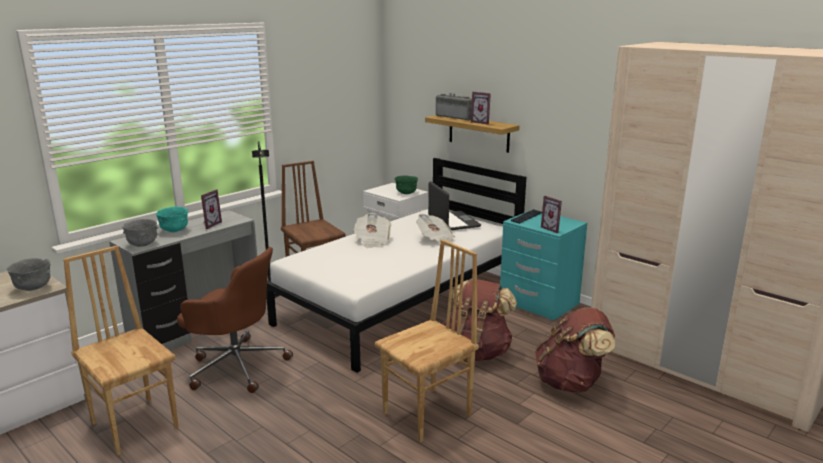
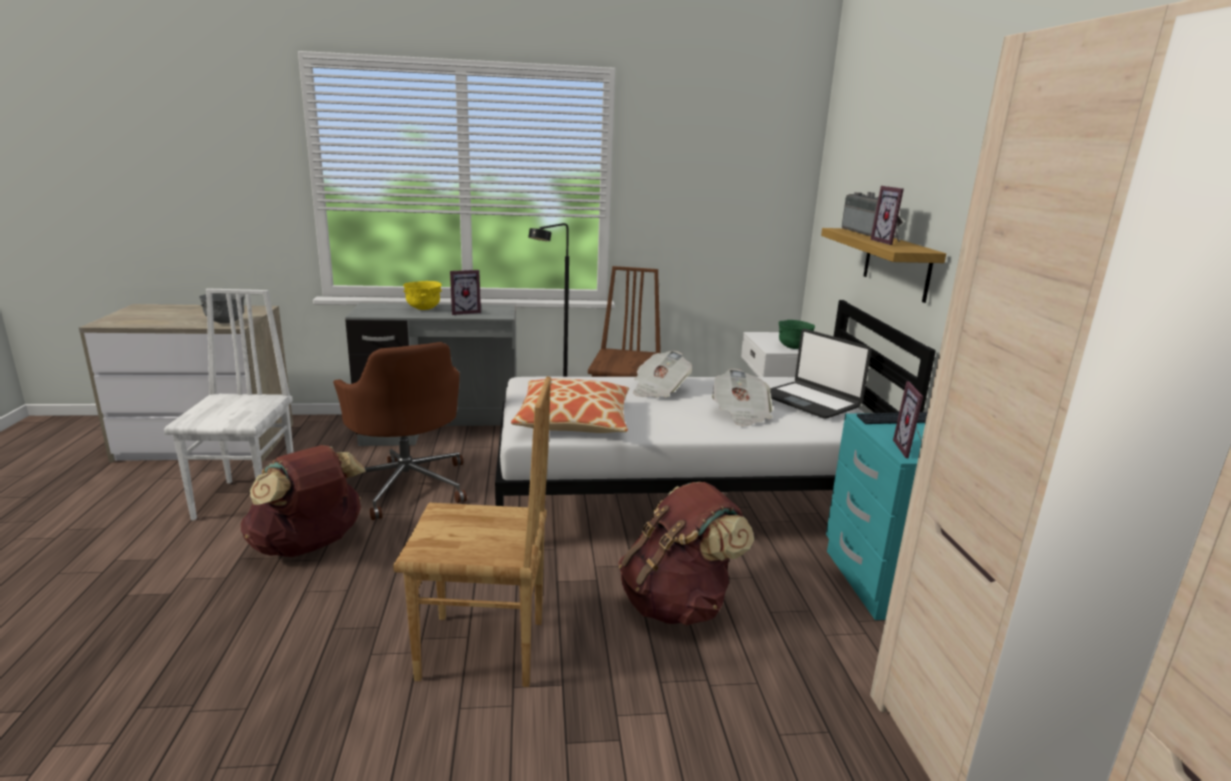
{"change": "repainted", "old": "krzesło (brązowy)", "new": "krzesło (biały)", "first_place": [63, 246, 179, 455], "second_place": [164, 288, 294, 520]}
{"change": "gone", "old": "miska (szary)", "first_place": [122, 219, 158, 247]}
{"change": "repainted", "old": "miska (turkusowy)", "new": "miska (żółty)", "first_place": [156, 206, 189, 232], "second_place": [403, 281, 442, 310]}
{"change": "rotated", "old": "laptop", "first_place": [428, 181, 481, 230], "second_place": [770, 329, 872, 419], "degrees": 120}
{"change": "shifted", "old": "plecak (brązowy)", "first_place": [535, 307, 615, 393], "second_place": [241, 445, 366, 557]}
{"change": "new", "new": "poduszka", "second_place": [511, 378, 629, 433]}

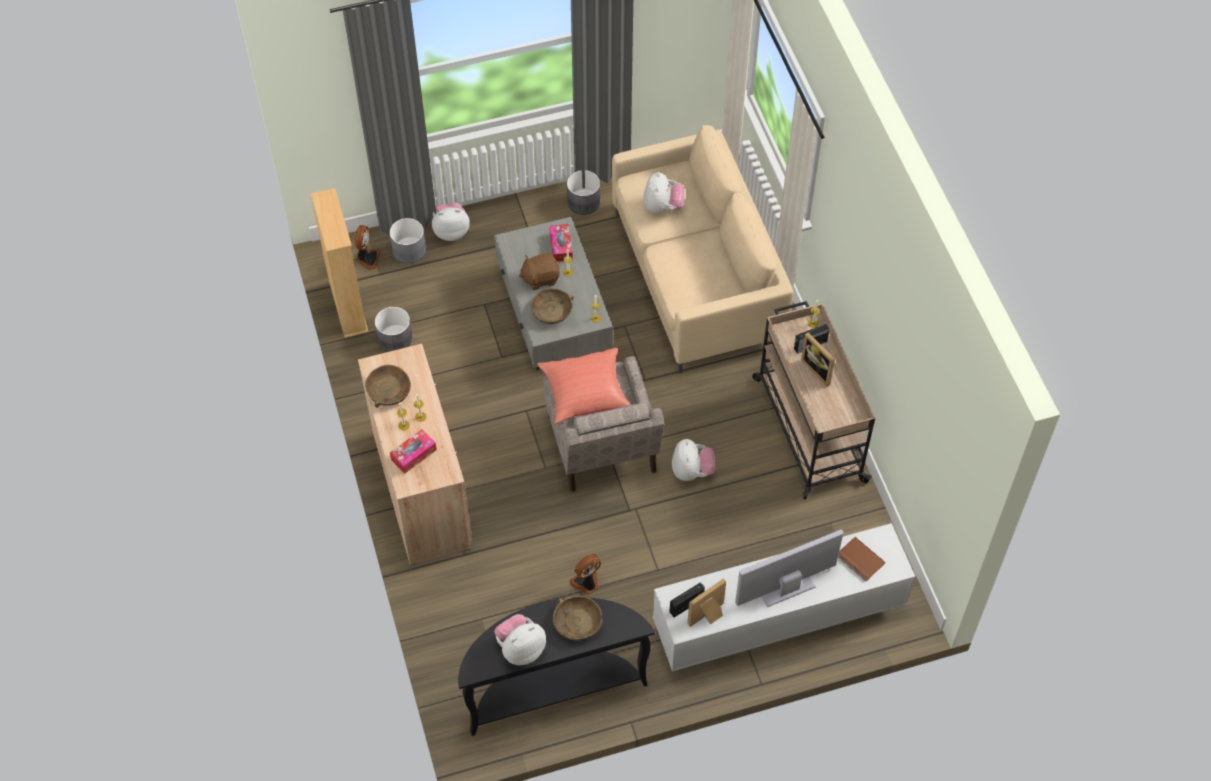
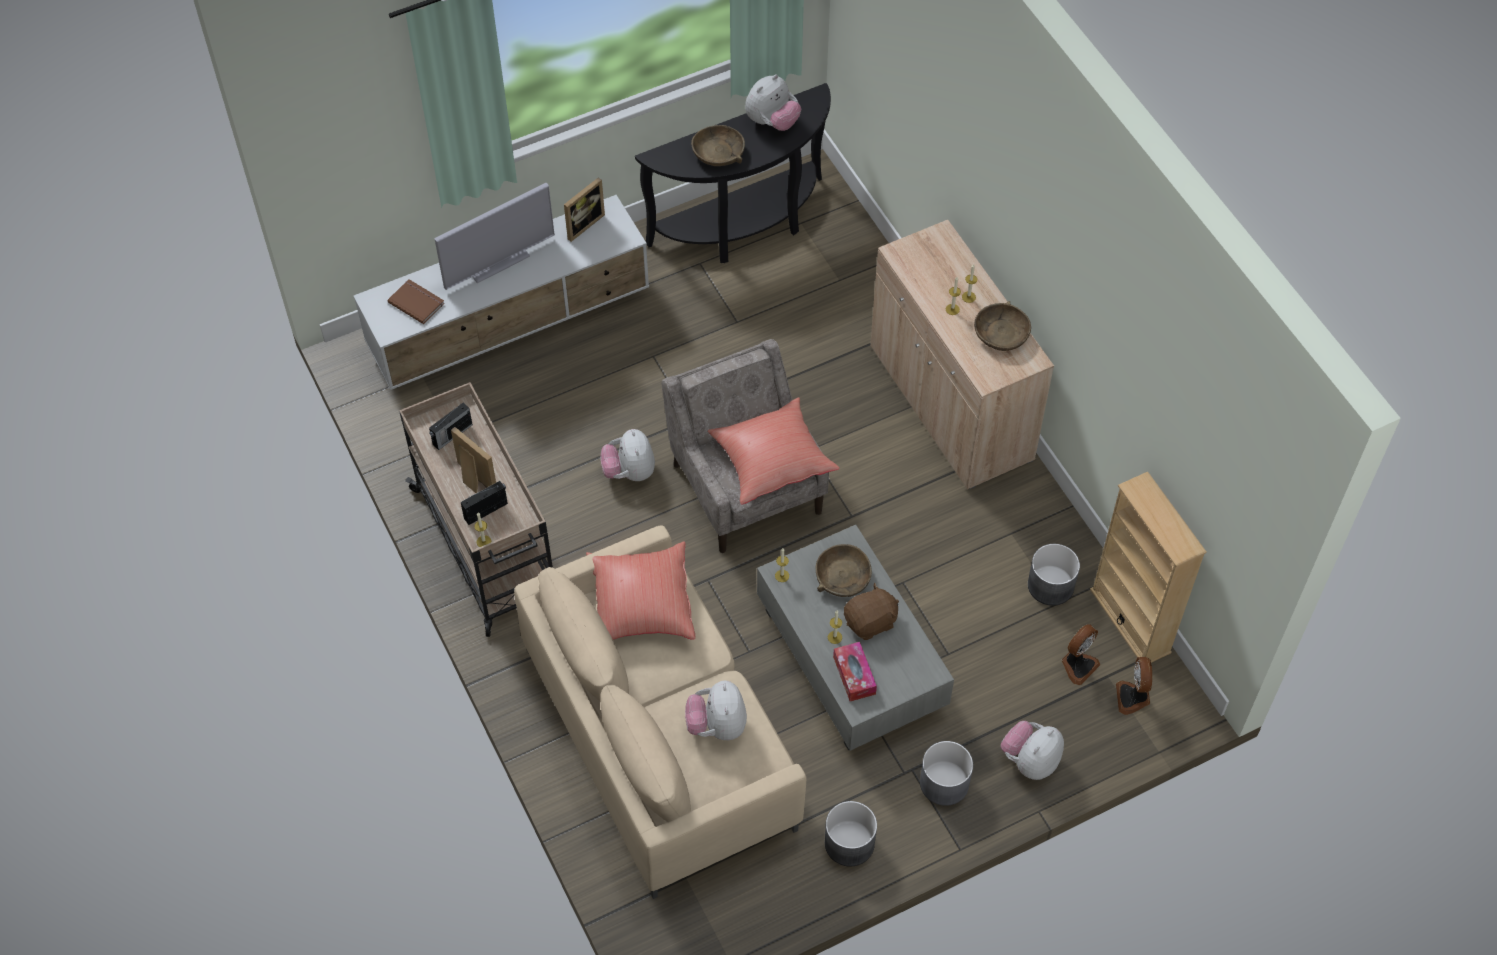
{"change": "shifted", "old": "donica (szary)", "first_place": [390, 218, 426, 263], "second_place": [920, 741, 973, 806]}
{"change": "gone", "old": "pudełko chusteczek", "first_place": [390, 429, 437, 474]}
{"change": "rotated", "old": "pluszak", "first_place": [432, 202, 470, 241], "second_place": [1001, 721, 1064, 780], "degrees": 150}
{"change": "shifted", "old": "wentylator", "first_place": [570, 554, 601, 594], "second_place": [1061, 624, 1100, 685]}
{"change": "shifted", "old": "radio", "first_place": [669, 583, 705, 617], "second_place": [429, 403, 473, 450]}
{"change": "new", "new": "poduszka (czerwony)", "second_place": [586, 541, 696, 640]}

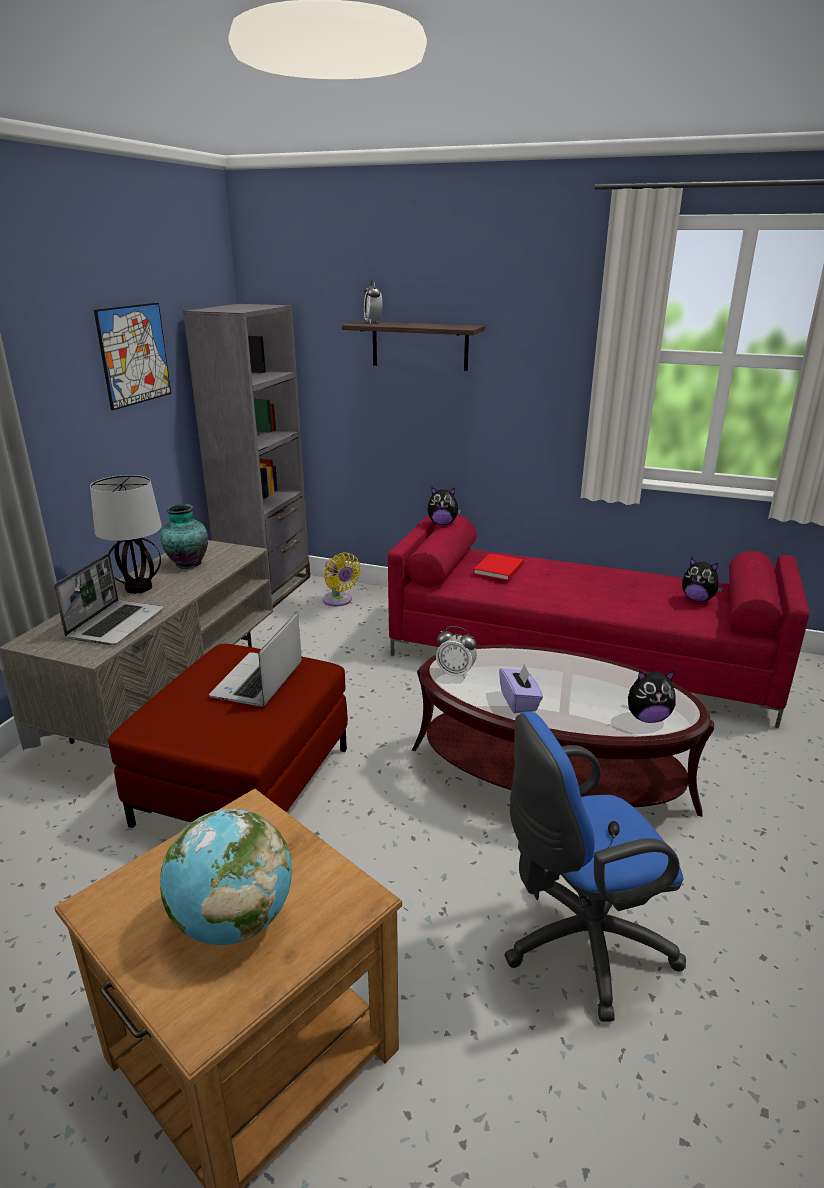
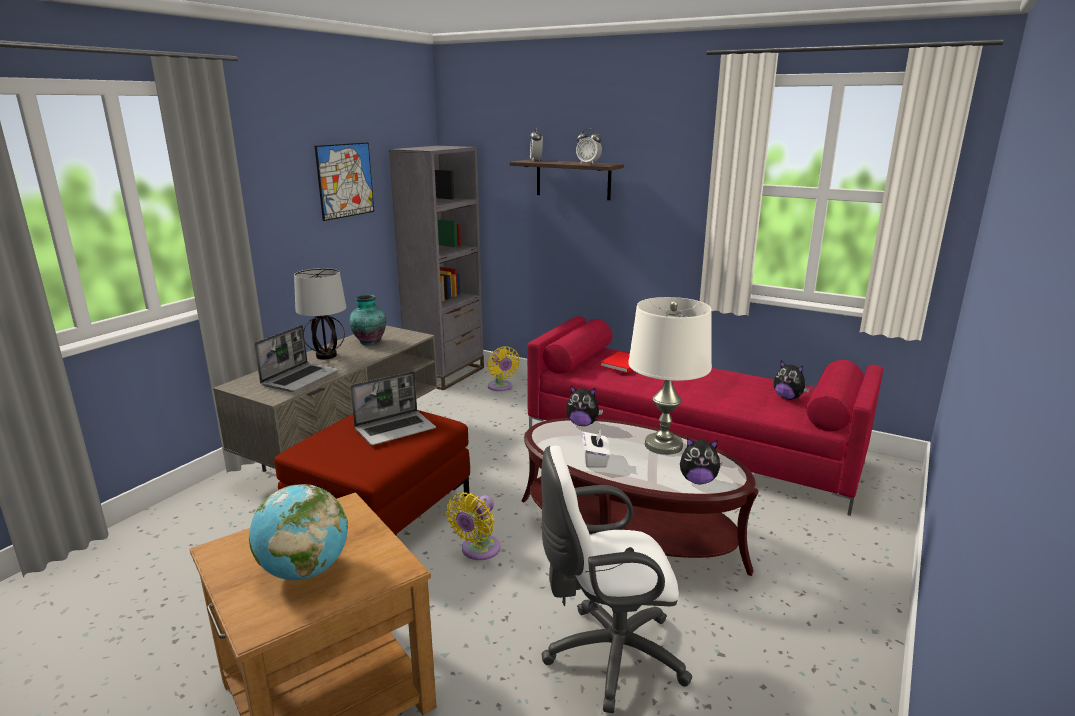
{"change": "rotated", "old": "laptop", "first_place": [209, 612, 302, 707], "second_place": [350, 371, 436, 445], "degrees": -150}
{"change": "shifted", "old": "pluszak", "first_place": [427, 487, 461, 525], "second_place": [566, 386, 603, 426]}
{"change": "shifted", "old": "budzik", "first_place": [436, 626, 477, 679], "second_place": [576, 129, 602, 164]}
{"change": "repainted", "old": "pudełko chusteczek (fioletowy)", "new": "pudełko chusteczek (biały)", "first_place": [499, 663, 543, 713], "second_place": [582, 428, 611, 468]}
{"change": "repainted", "old": "krzesło biurowe (niebieski)", "new": "krzesło biurowe (biały)", "first_place": [504, 712, 686, 1022], "second_place": [541, 446, 692, 713]}
{"change": "new", "new": "wentylator (żółty)", "second_place": [446, 492, 501, 560]}
{"change": "new", "new": "lampa stołowa (biały)", "second_place": [628, 297, 712, 455]}

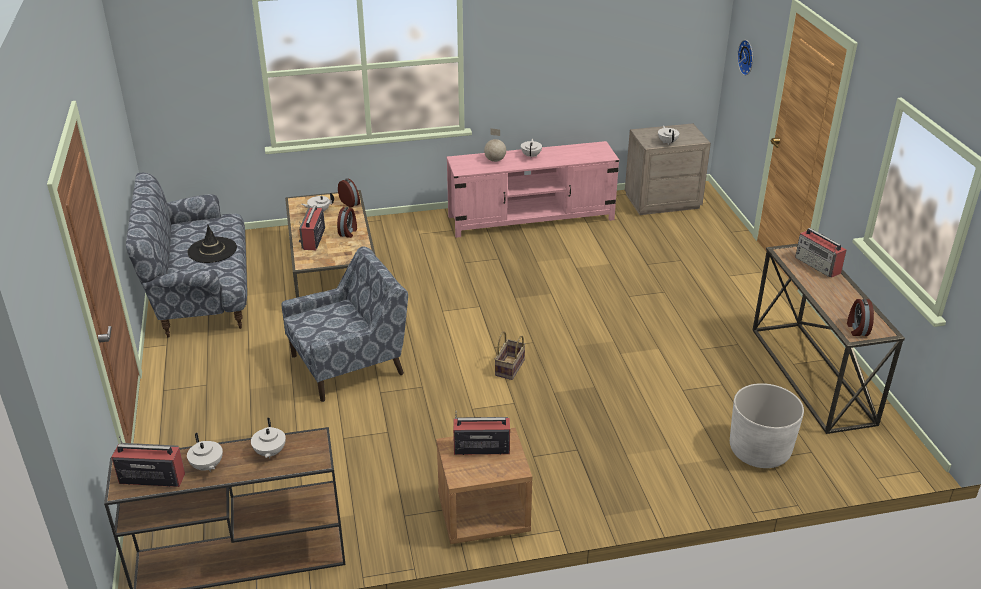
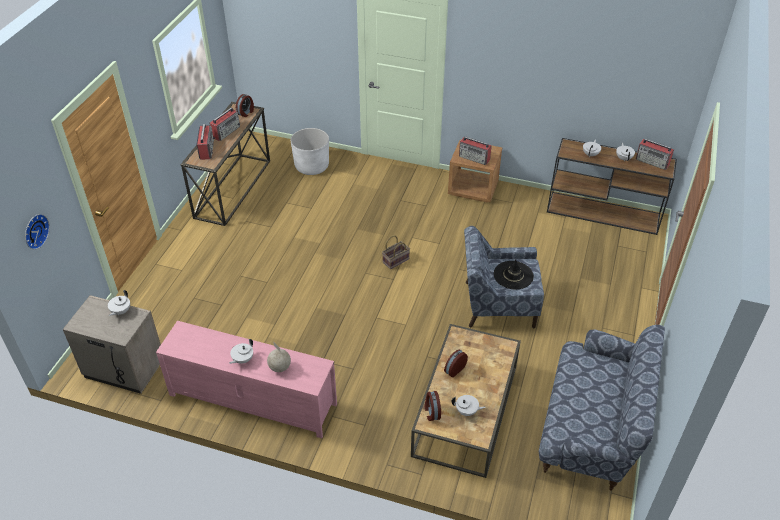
{"change": "shifted", "old": "kapelusz (czarny)", "first_place": [187, 225, 237, 263], "second_place": [494, 259, 534, 289]}
{"change": "shifted", "old": "radio", "first_place": [299, 205, 325, 250], "second_place": [210, 108, 240, 141]}

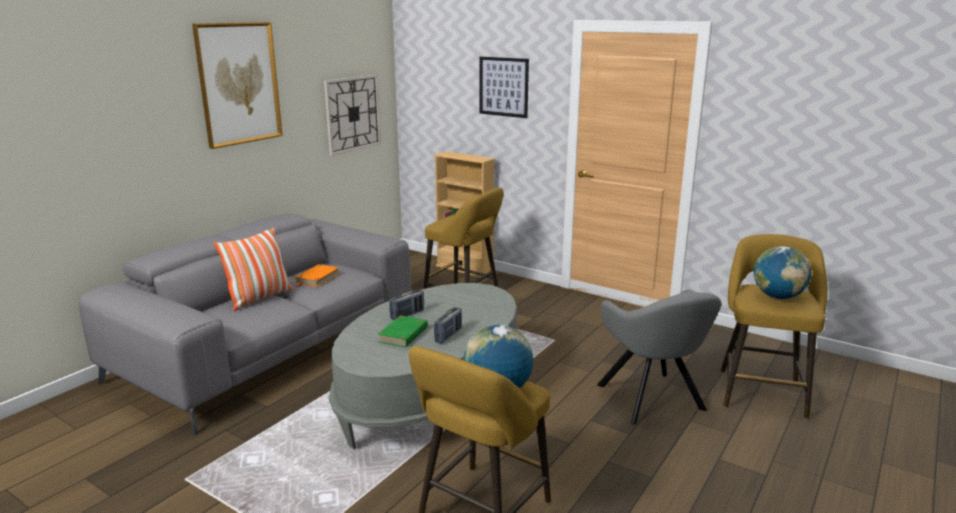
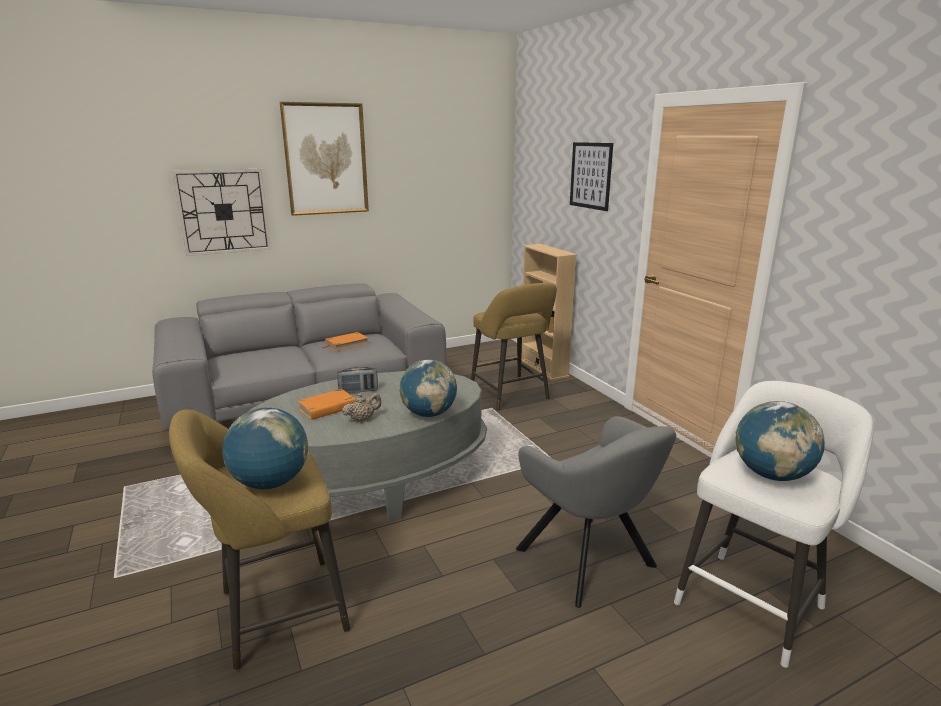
{"change": "gone", "old": "poduszka", "first_place": [214, 227, 293, 311]}
{"change": "shifted", "old": "zegar ścienny", "first_place": [324, 75, 381, 156], "second_place": [172, 169, 271, 256]}
{"change": "repainted", "old": "książka (zielony)", "new": "książka (pomarańczowy)", "first_place": [377, 315, 428, 348], "second_place": [298, 389, 355, 420]}
{"change": "swapped", "old": "radio", "new": "imbryk (beżowy)", "first_place": [434, 307, 462, 343], "second_place": [342, 393, 381, 422]}
{"change": "rotated", "old": "fotel (szary)", "first_place": [597, 290, 722, 425], "second_place": [516, 416, 676, 608], "degrees": -45}
{"change": "repainted", "old": "stołek (żółty)", "new": "stołek (biały)", "first_place": [721, 234, 828, 419], "second_place": [674, 381, 874, 668]}
{"change": "new", "new": "globus", "second_place": [399, 359, 457, 417]}

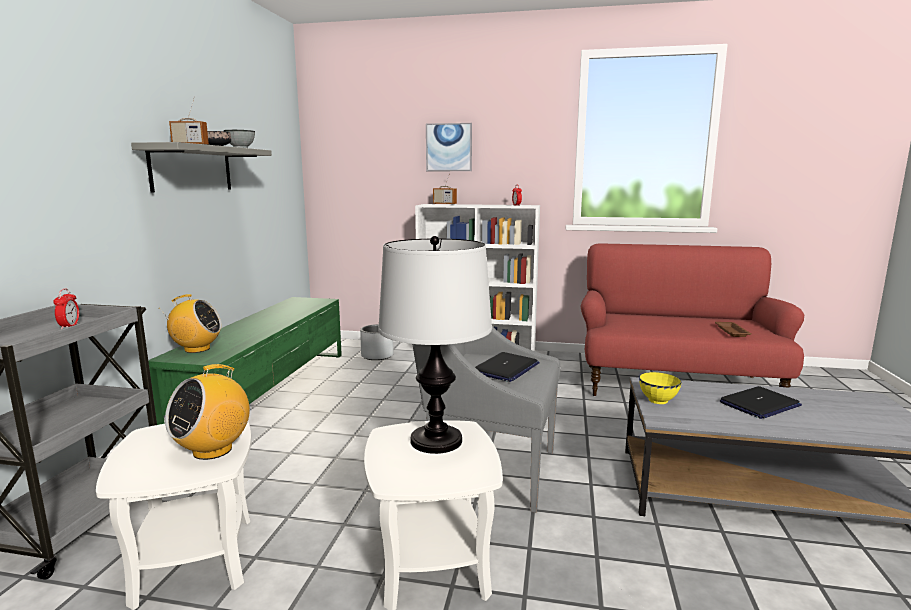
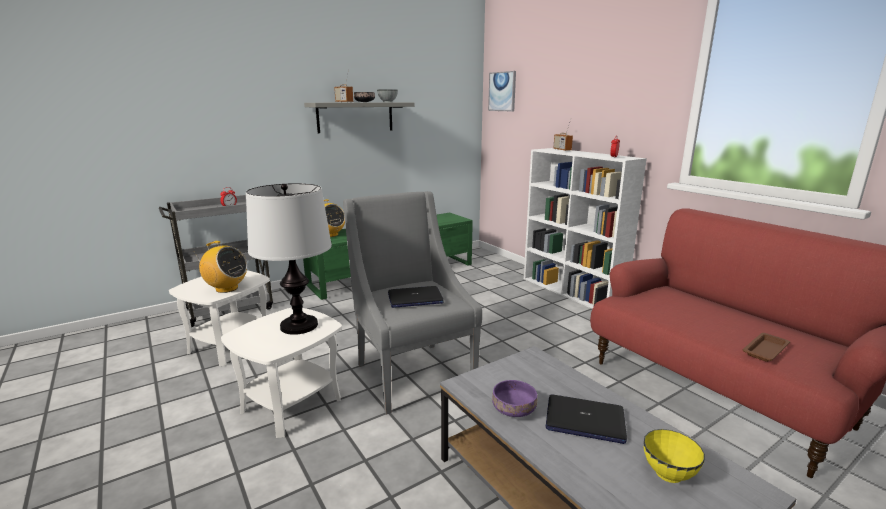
{"change": "rotated", "old": "radio", "first_place": [165, 364, 250, 460], "second_place": [193, 241, 247, 293], "degrees": -150}
{"change": "gone", "old": "donica (szary)", "first_place": [360, 324, 394, 360]}
{"change": "shifted", "old": "obraz", "first_place": [426, 123, 472, 171], "second_place": [488, 71, 516, 112]}
{"change": "shifted", "old": "miska (żółty)", "first_place": [639, 372, 682, 404], "second_place": [643, 429, 705, 483]}
{"change": "new", "new": "miska (fioletowy)", "second_place": [492, 380, 538, 417]}

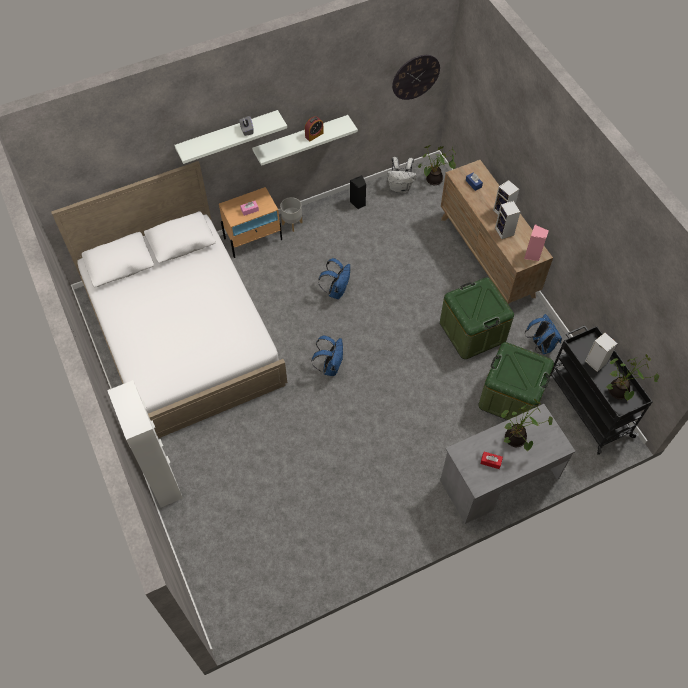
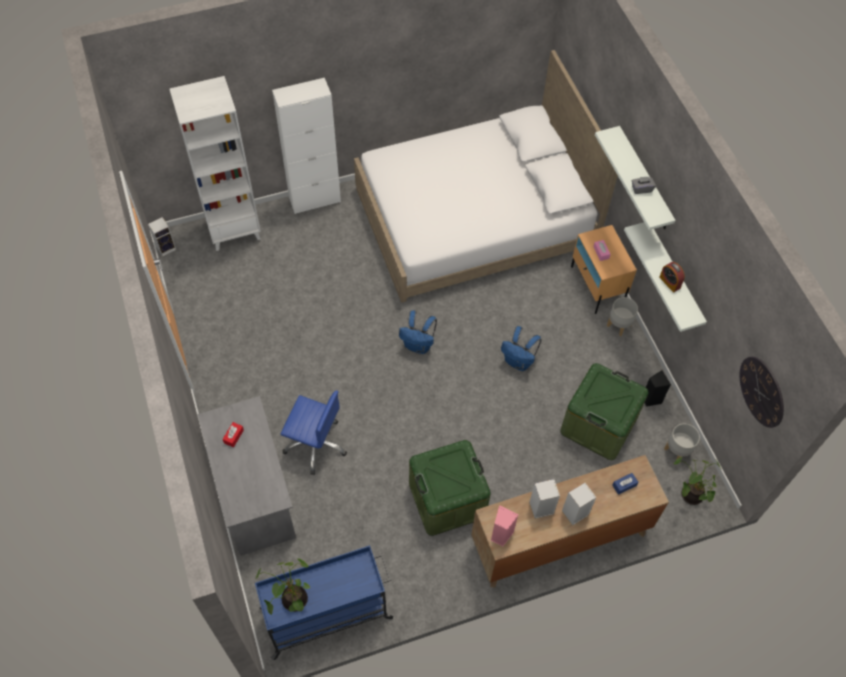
{"change": "swapped", "old": "plecak (biały)", "new": "donica (szary)", "first_place": [387, 157, 416, 193], "second_place": [664, 424, 700, 460]}
{"change": "shifted", "old": "pojemnik do przechowywania (zielony)", "first_place": [478, 342, 554, 420], "second_place": [560, 363, 648, 460]}
{"change": "gone", "old": "roślina doniczkowa", "first_place": [501, 398, 553, 451]}
{"change": "gone", "old": "plecak (niebieski)", "first_place": [525, 314, 562, 354]}
{"change": "repainted", "old": "wózek (czarny)", "new": "wózek (niebieski)", "first_place": [550, 325, 653, 455], "second_place": [255, 545, 393, 660]}
{"change": "shifted", "old": "głośnik", "first_place": [585, 333, 618, 372], "second_place": [148, 217, 176, 257]}
{"change": "new", "new": "regał (biały)", "second_place": [169, 76, 261, 251]}
{"change": "new", "new": "krzesło biurowe (niebieski)", "second_place": [281, 391, 347, 475]}

